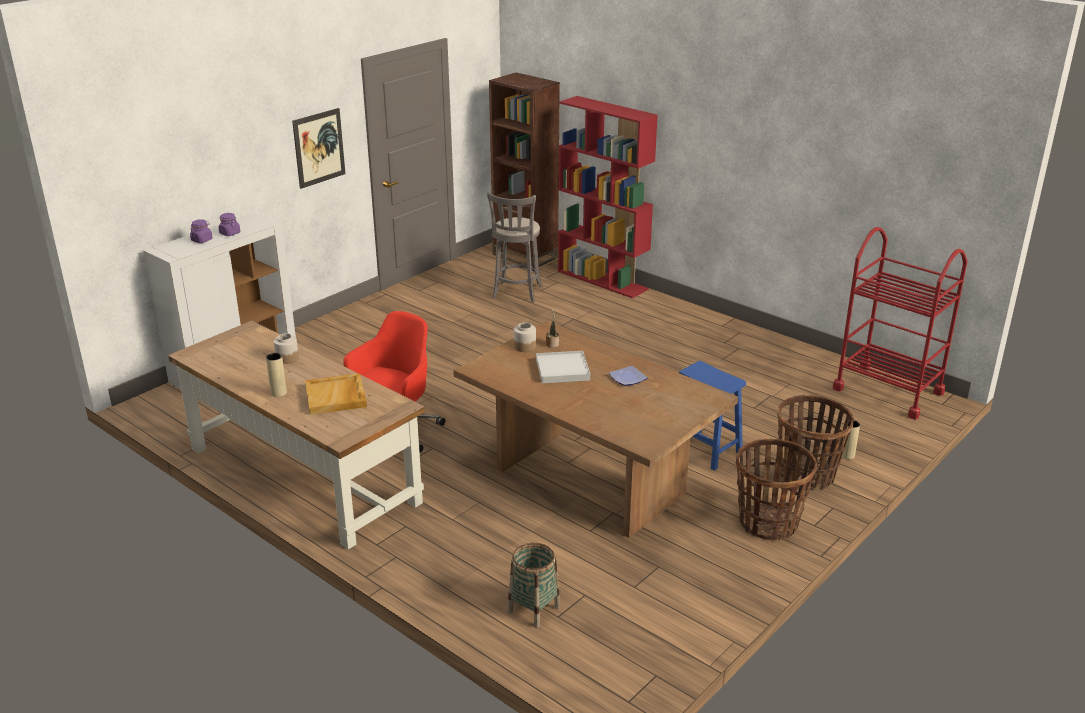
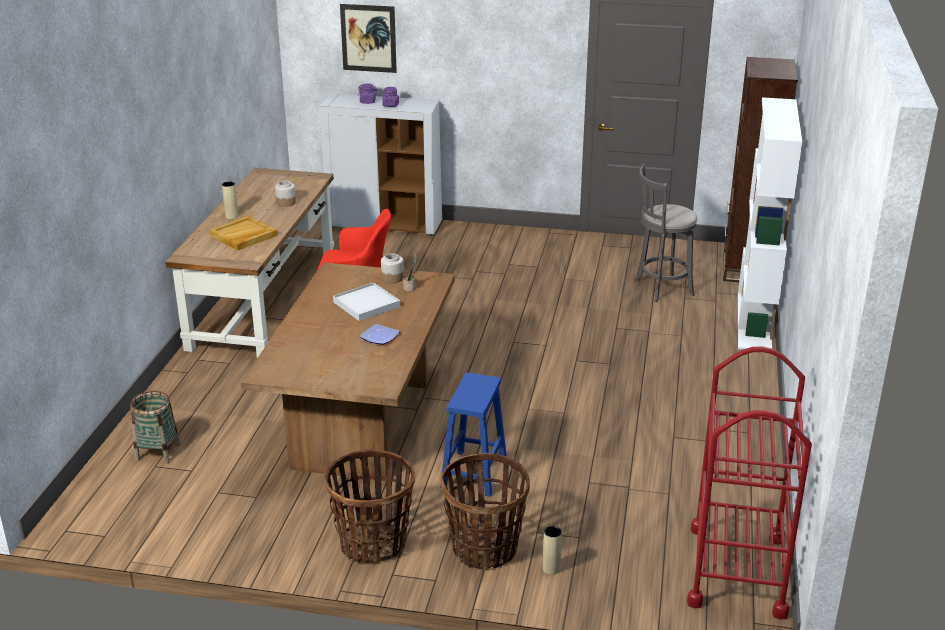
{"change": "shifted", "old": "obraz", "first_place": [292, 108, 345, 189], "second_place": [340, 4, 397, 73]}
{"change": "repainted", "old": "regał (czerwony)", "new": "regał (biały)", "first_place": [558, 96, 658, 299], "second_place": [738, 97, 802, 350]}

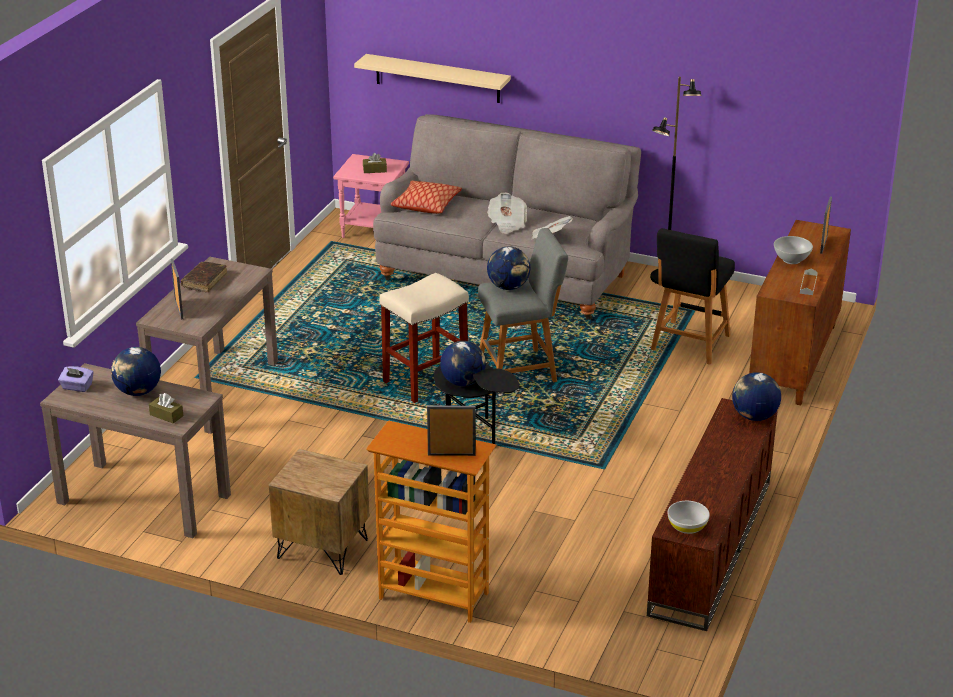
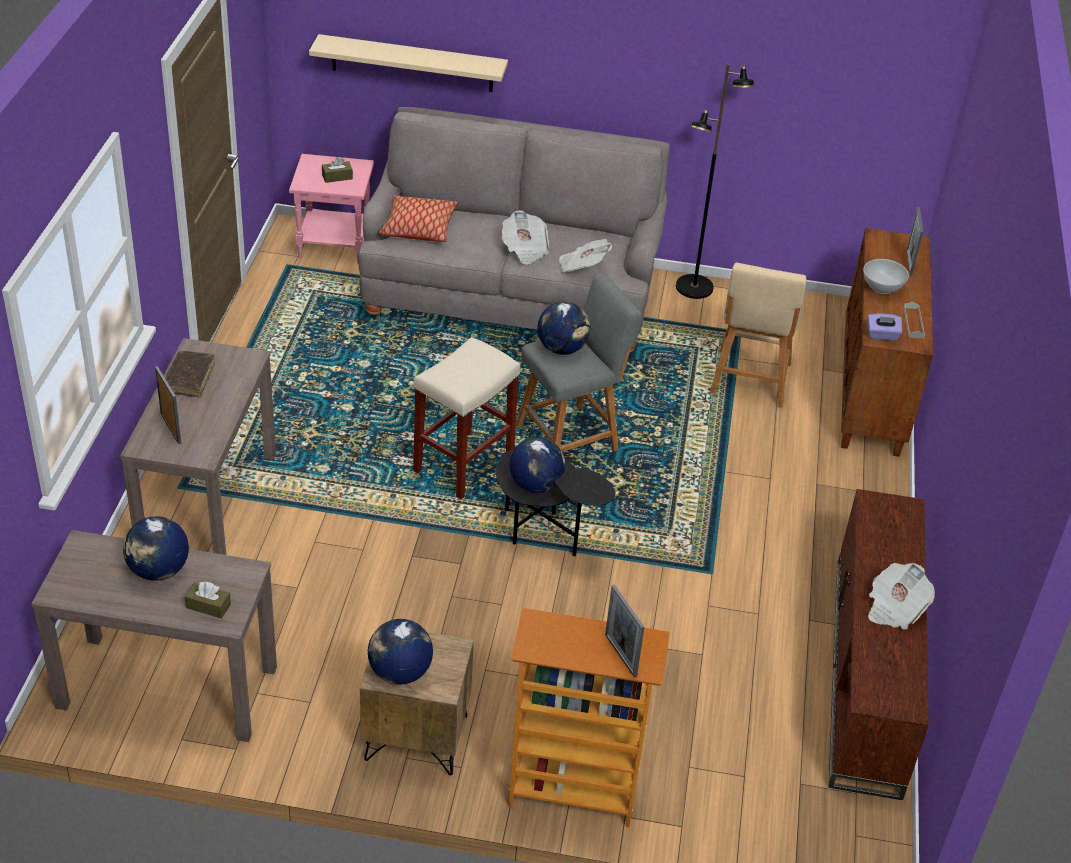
{"change": "shifted", "old": "pudełko chusteczek (fioletowy)", "first_place": [58, 366, 93, 392], "second_place": [868, 314, 903, 341]}
{"change": "rotated", "old": "ramka na zdjęcie", "first_place": [427, 405, 476, 456], "second_place": [605, 584, 644, 678], "degrees": -105}
{"change": "repainted", "old": "stołek (czarny)", "new": "stołek (beżowy)", "first_place": [651, 228, 735, 364], "second_place": [710, 263, 806, 408]}
{"change": "gone", "old": "miska (biały)", "first_place": [668, 501, 710, 534]}
{"change": "shifted", "old": "globus", "first_place": [732, 372, 781, 421], "second_place": [368, 619, 433, 685]}
{"change": "new", "new": "gazeta", "second_place": [868, 563, 935, 630]}

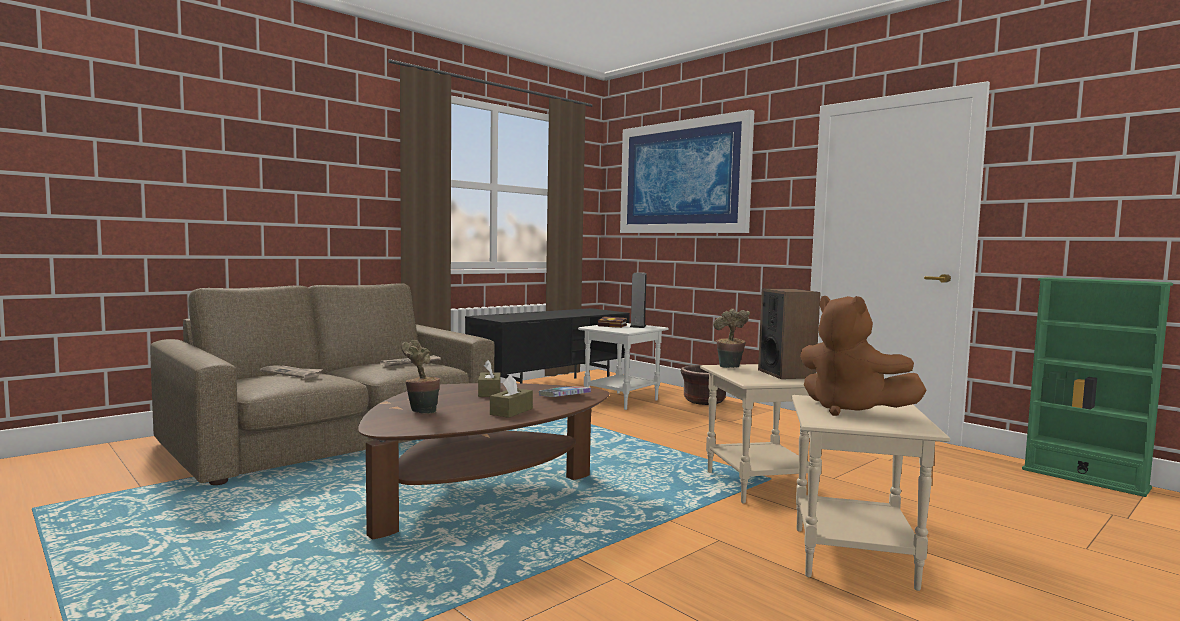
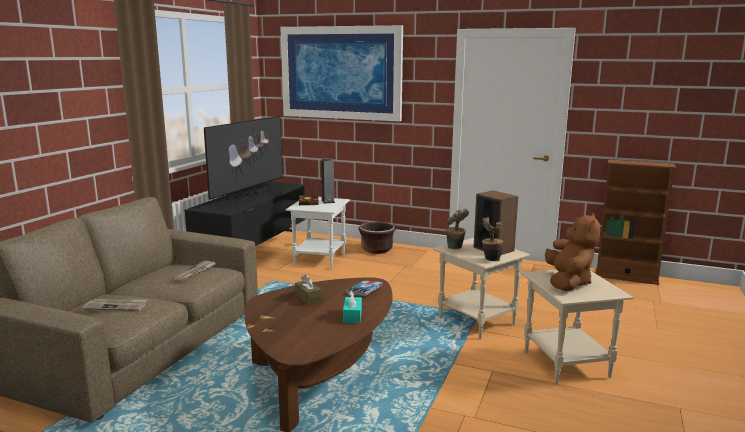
{"change": "shifted", "old": "roślina doniczkowa", "first_place": [401, 340, 440, 414], "second_place": [482, 217, 503, 261]}
{"change": "repainted", "old": "pudełko chusteczek (brązowy)", "new": "pudełko chusteczek (turkusowy)", "first_place": [490, 375, 533, 418], "second_place": [343, 291, 362, 323]}
{"change": "rotated", "old": "pluszak (brązowy)", "first_place": [800, 296, 927, 416], "second_place": [545, 213, 600, 291], "degrees": -105}
{"change": "repainted", "old": "regał (zielony)", "new": "regał (brązowy)", "first_place": [1022, 277, 1173, 497], "second_place": [595, 159, 676, 285]}
{"change": "new", "new": "telewizor", "second_place": [204, 116, 283, 203]}

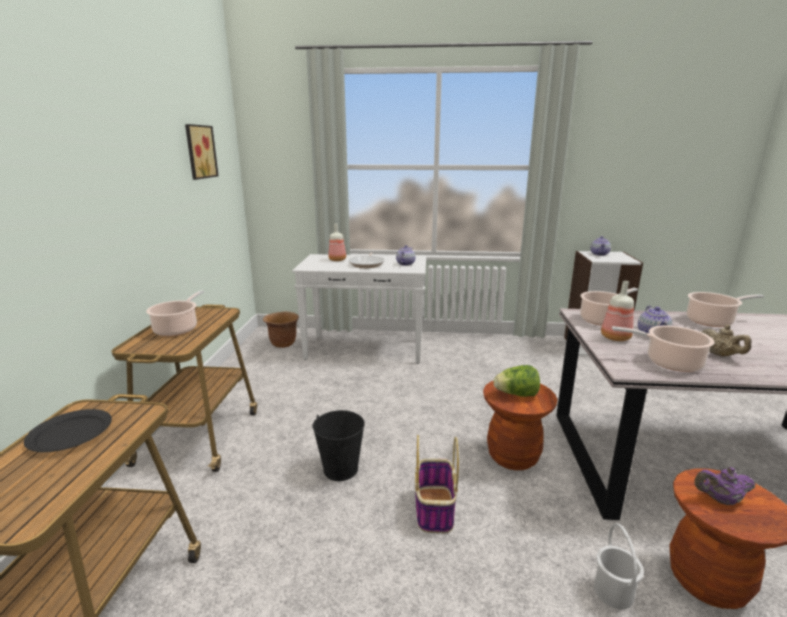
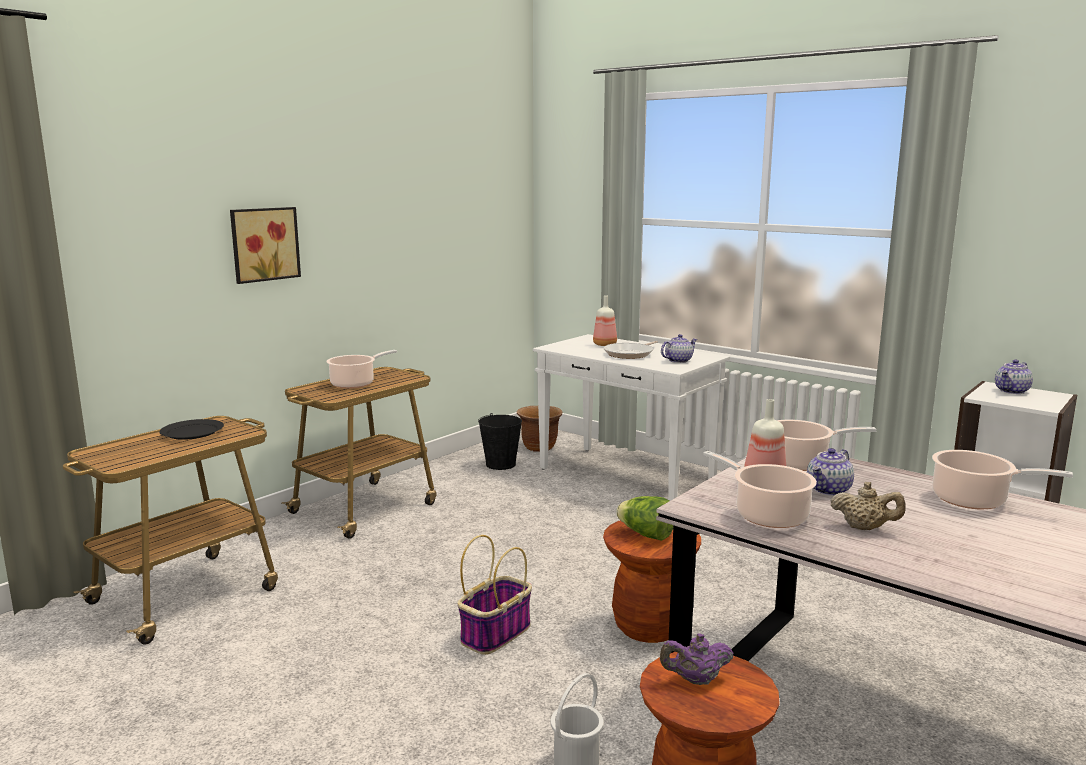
{"change": "shifted", "old": "obraz", "first_place": [185, 124, 219, 180], "second_place": [230, 207, 301, 284]}
{"change": "shifted", "old": "wiadro (czarny)", "first_place": [312, 410, 365, 481], "second_place": [478, 413, 522, 470]}
{"change": "rotated", "old": "imbryk (fioletowy)", "first_place": [694, 467, 755, 505], "second_place": [660, 633, 734, 685], "degrees": -45}
{"change": "rotated", "old": "imbryk (beżowy)", "first_place": [701, 325, 752, 357], "second_place": [830, 482, 906, 530], "degrees": -75}

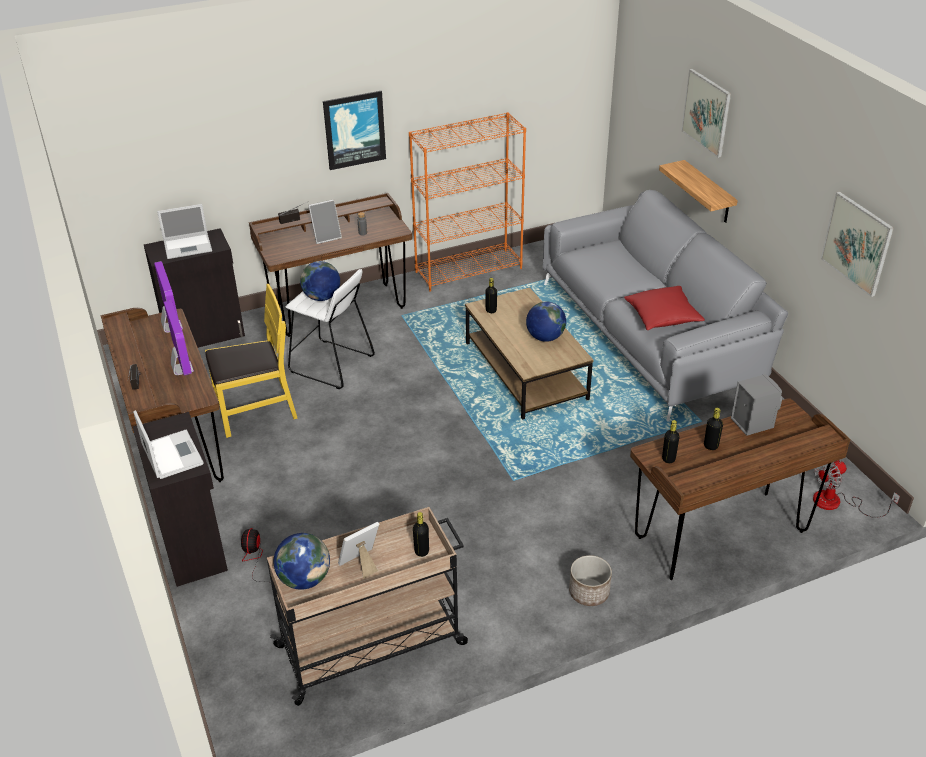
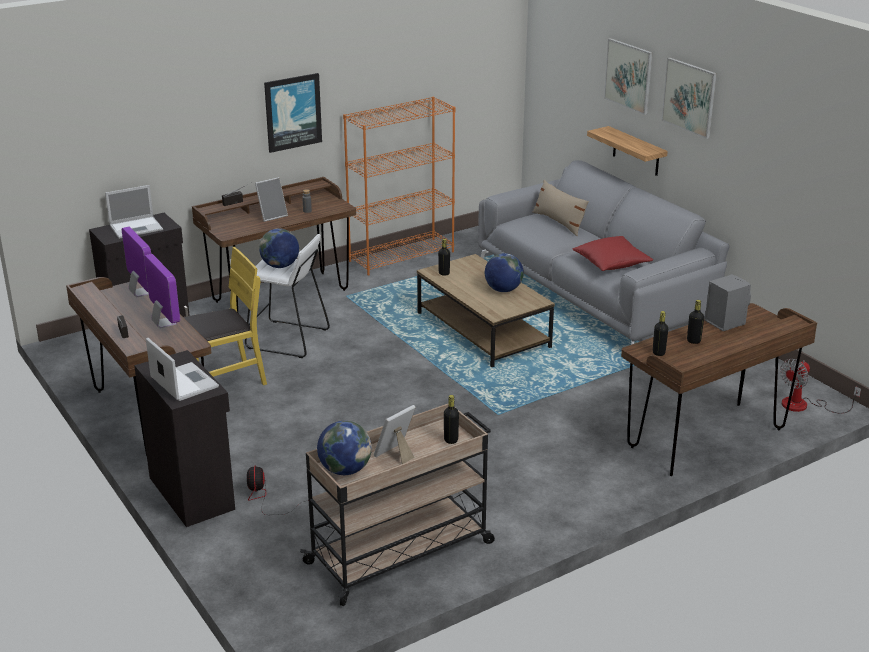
{"change": "gone", "old": "donica", "first_place": [569, 555, 612, 606]}
{"change": "shifted", "old": "obraz", "first_place": [821, 192, 894, 297], "second_place": [661, 57, 717, 139]}
{"change": "new", "new": "poduszka (beżowy)", "second_place": [533, 180, 589, 236]}

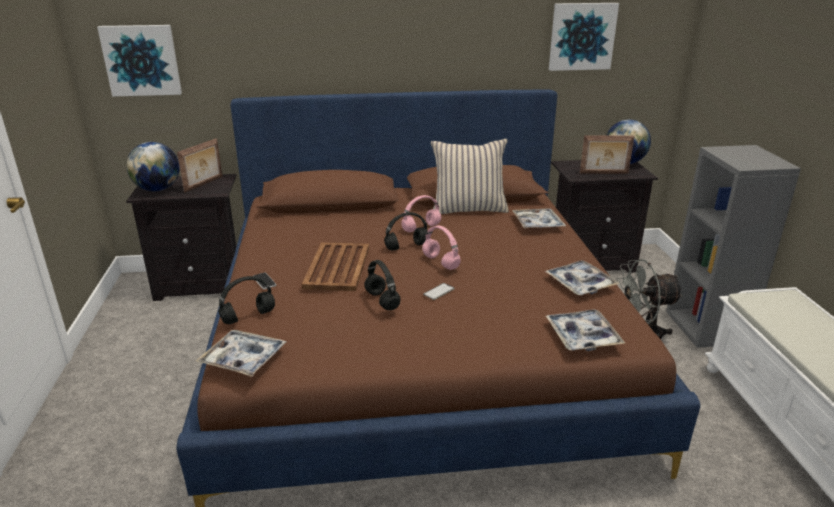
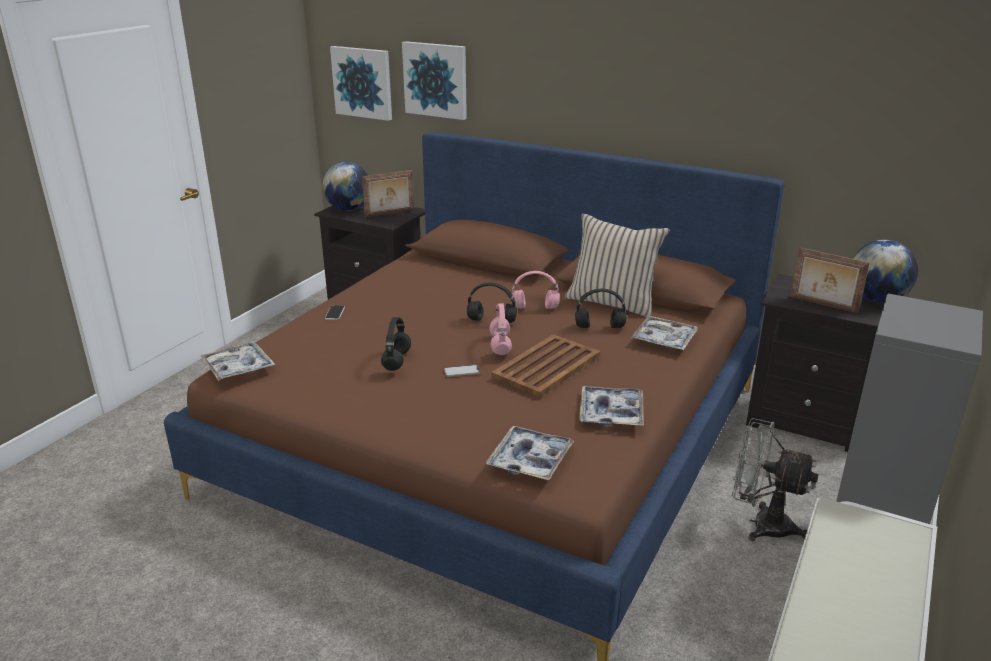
{"change": "shifted", "old": "słuchawki (czarny)", "first_place": [218, 276, 275, 324], "second_place": [575, 289, 627, 328]}
{"change": "shifted", "old": "taca (brązowy)", "first_place": [302, 242, 369, 291], "second_place": [491, 334, 600, 397]}
{"change": "shifted", "old": "obraz", "first_place": [549, 3, 619, 71], "second_place": [402, 41, 467, 120]}

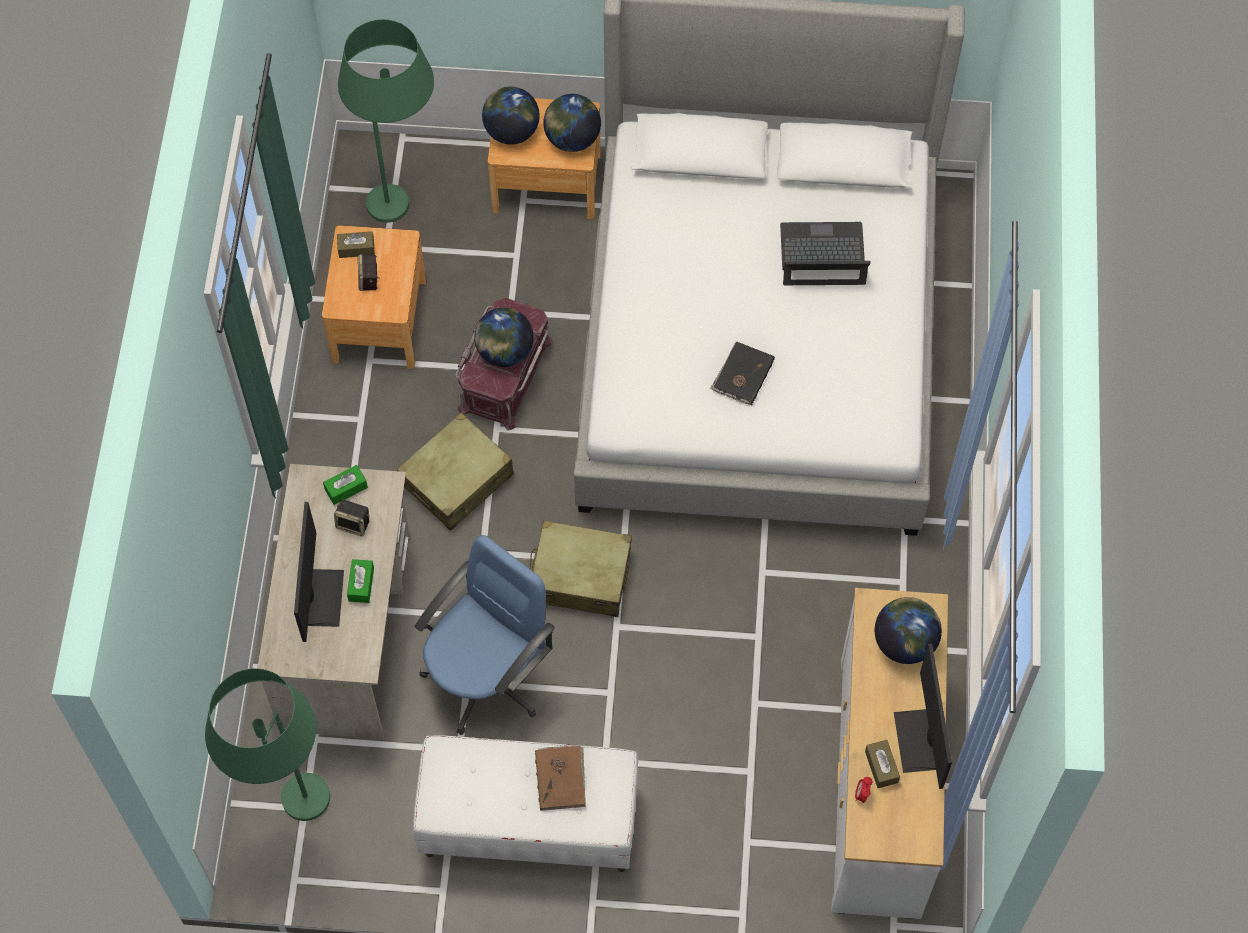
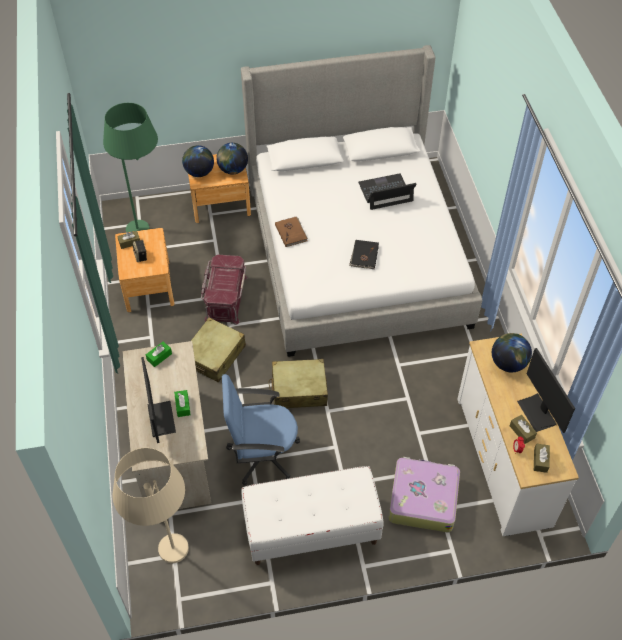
{"change": "repainted", "old": "lampa stojąca (zielony)", "new": "lampa stojąca (beżowy)", "first_place": [205, 668, 330, 821], "second_place": [113, 448, 189, 563]}
{"change": "gone", "old": "głośnik", "first_place": [334, 499, 370, 536]}
{"change": "rotated", "old": "krzesło biurowe (niebieski)", "first_place": [415, 535, 555, 735], "second_place": [222, 374, 300, 485], "degrees": -120}
{"change": "gone", "old": "globus", "first_place": [474, 308, 534, 367]}
{"change": "shifted", "old": "książka (brązowy)", "first_place": [535, 744, 586, 811], "second_place": [275, 216, 308, 247]}
{"change": "new", "new": "walizka", "second_place": [389, 457, 460, 532]}
{"change": "new", "new": "pudełko chusteczek (brązowy)", "second_place": [534, 443, 550, 473]}

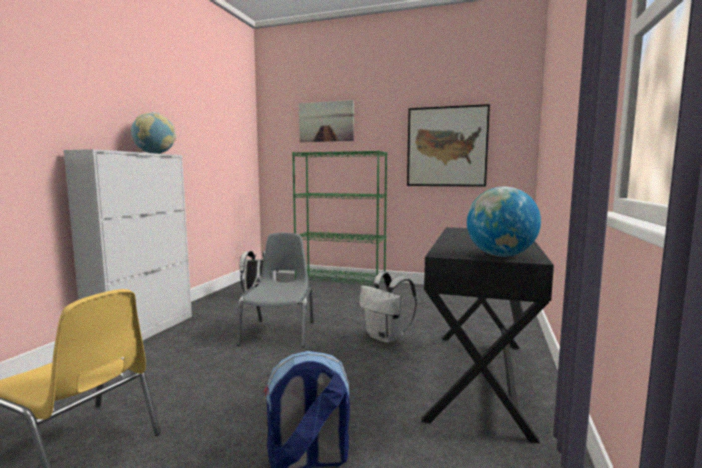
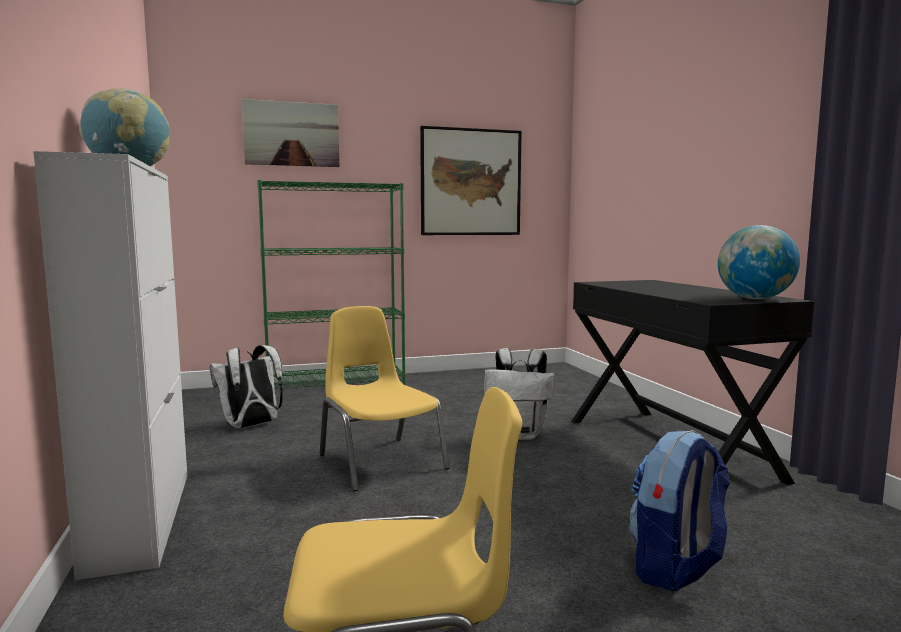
{"change": "repainted", "old": "krzesło (szary)", "new": "krzesło (żółty)", "first_place": [237, 233, 314, 348], "second_place": [320, 306, 450, 492]}

